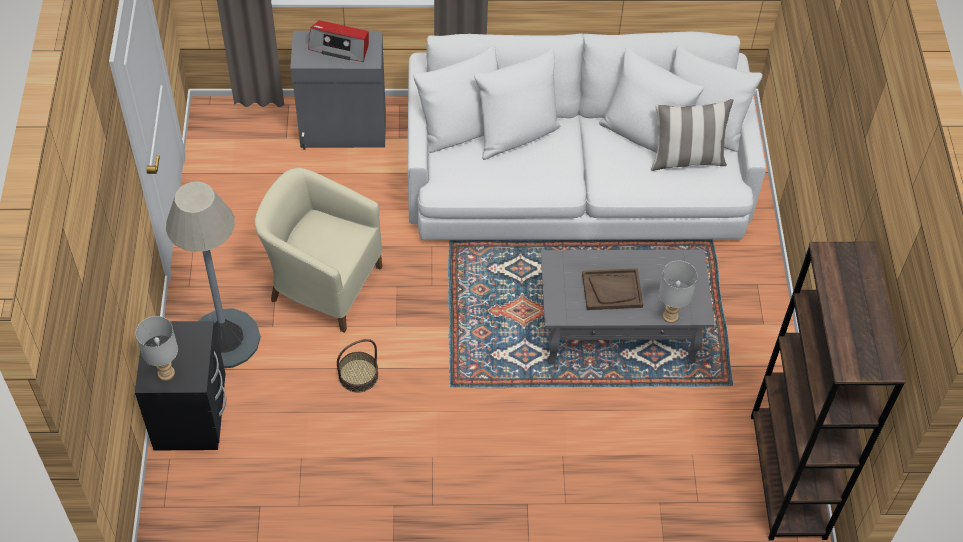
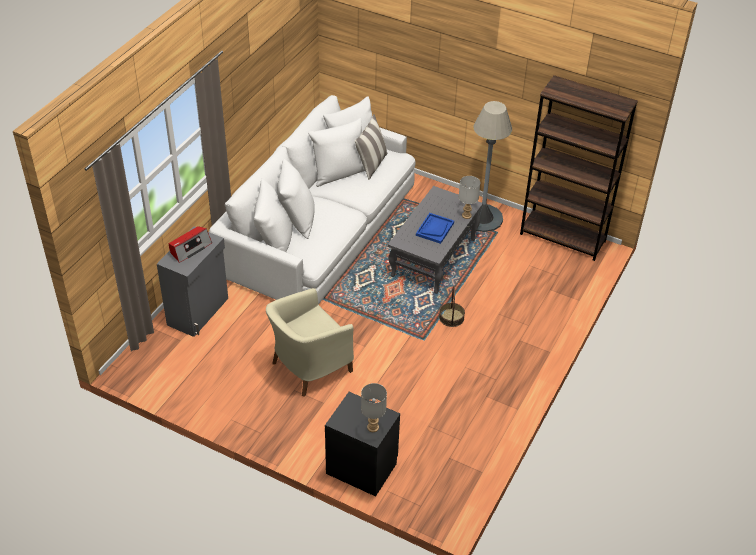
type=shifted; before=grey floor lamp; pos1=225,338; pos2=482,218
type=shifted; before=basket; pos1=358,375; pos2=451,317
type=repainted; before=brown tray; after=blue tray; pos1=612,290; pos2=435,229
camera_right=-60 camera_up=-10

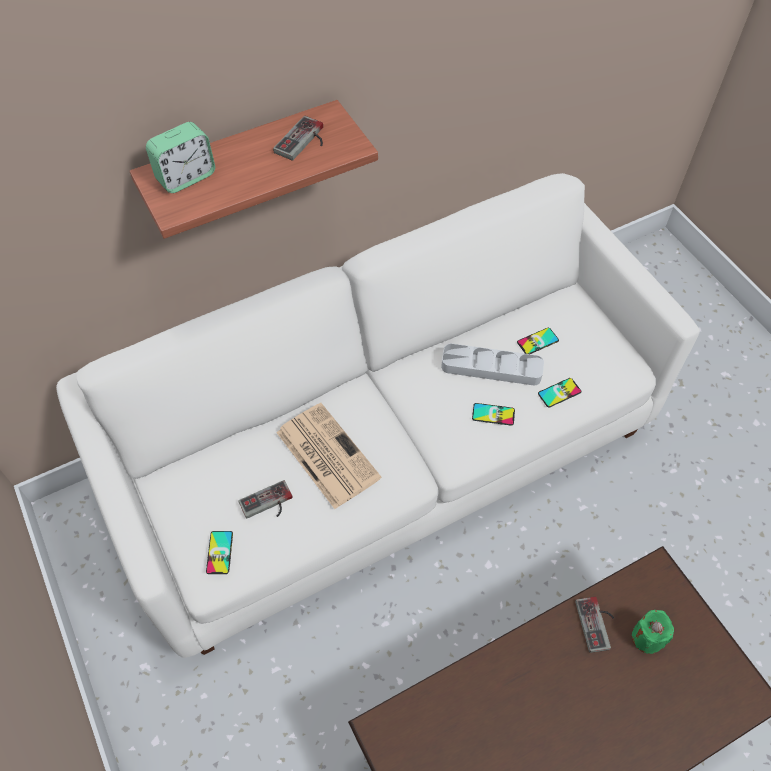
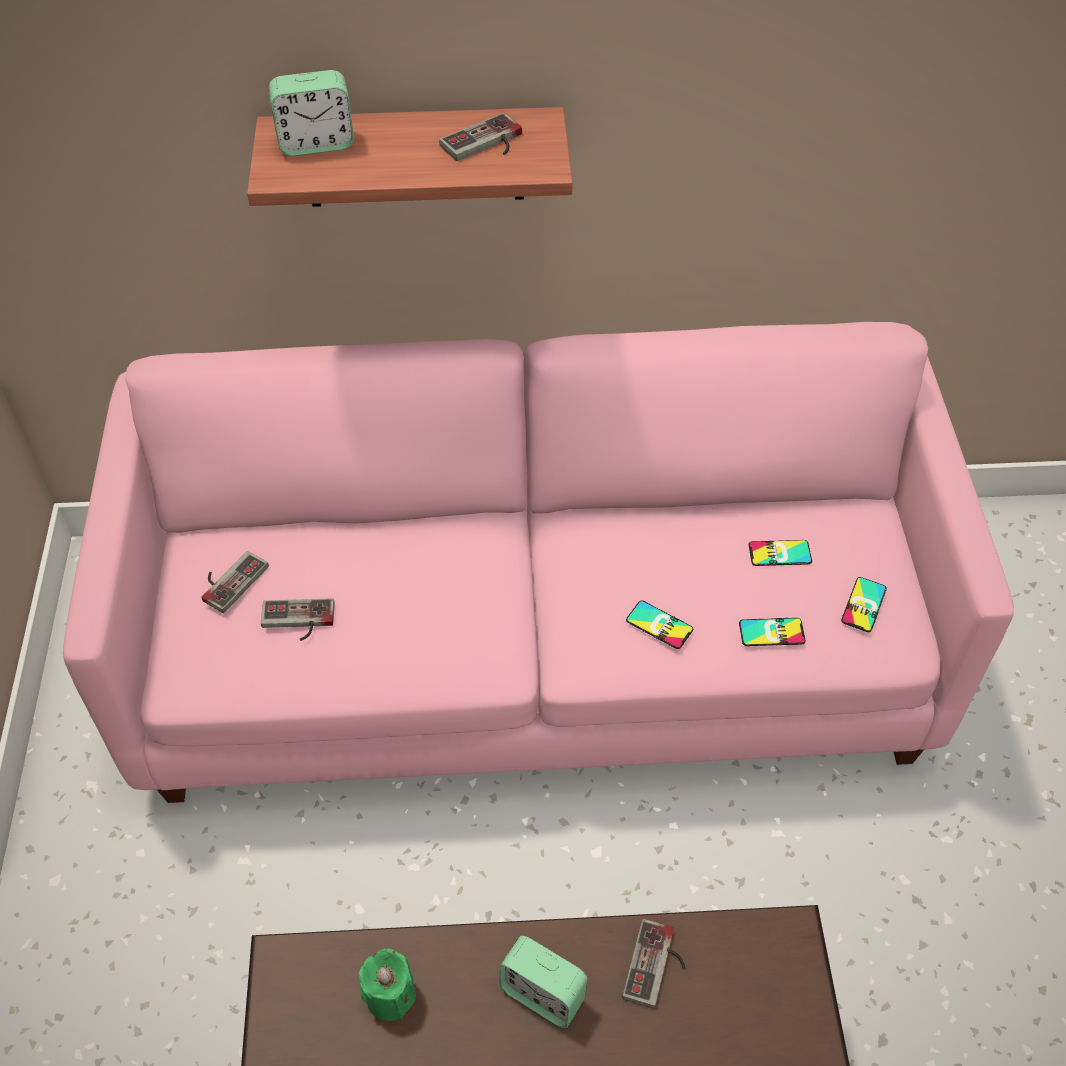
type=repainted; before=white sofa; after=pink sofa; pos1=385,455; pos2=534,650
type=shifted; before=phone; pos1=219,552; pos2=863,605
type=gone; before=newspaper; pos1=326,454
type=gone; before=grey tray; pos1=491,368
type=shifted; before=green candle; pos1=647,637; pos2=390,995
type=new; after=game controller; pos2=229,579
type=new; after=alarm clock; pos2=543,994
camera_right=25 camera_up=-5

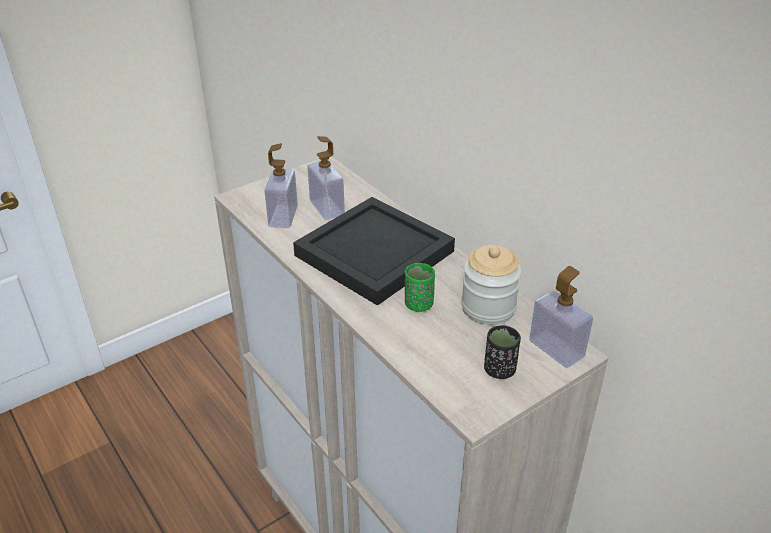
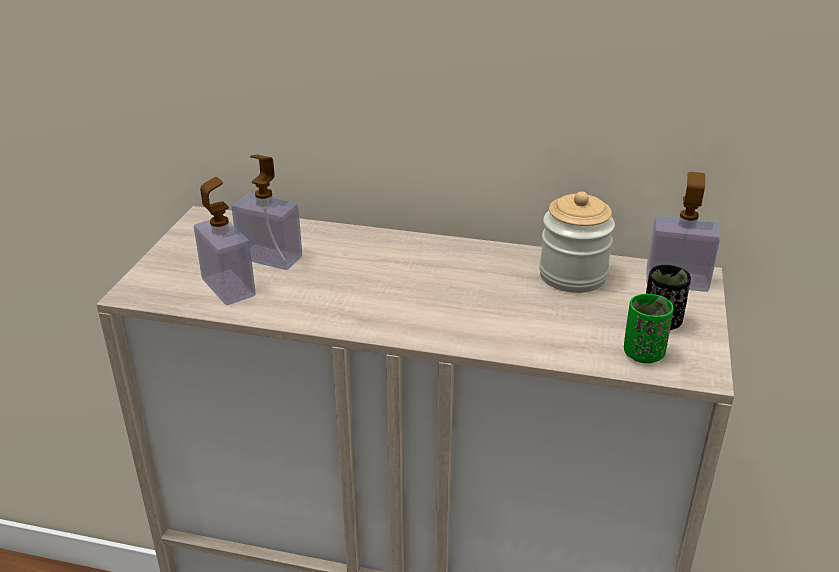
type=gone; before=black tray; pos1=374,255
type=shifted; before=green cup; pos1=418,304; pos2=643,354
camera_right=-40 camera_up=-5

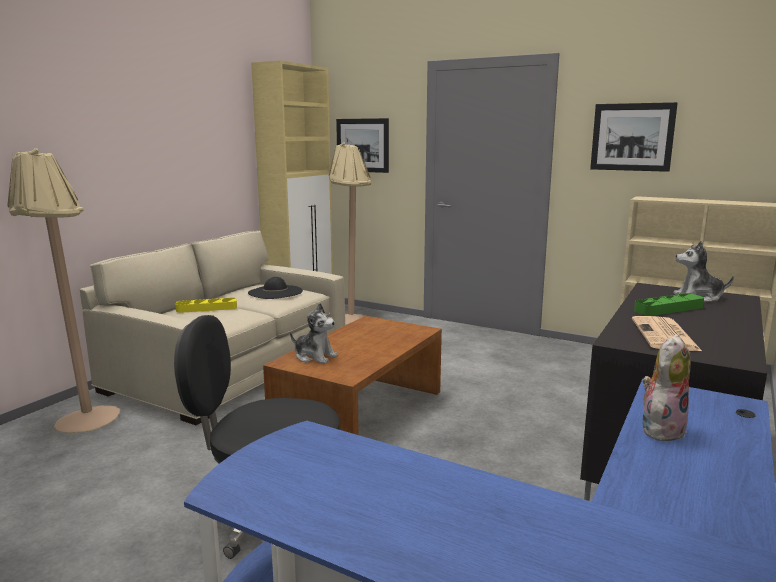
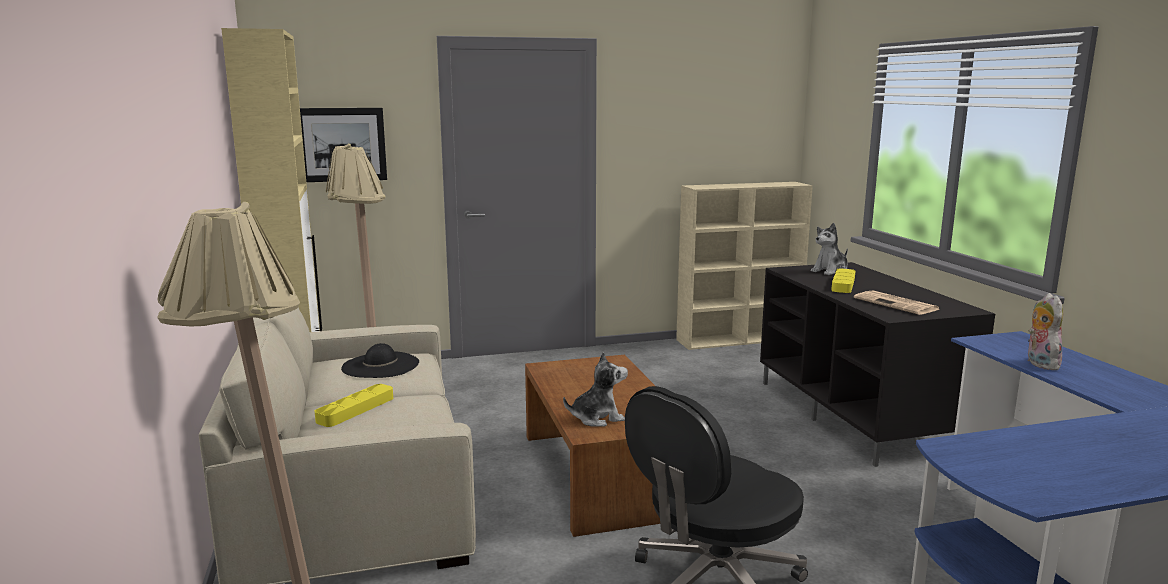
type=gone; before=picture; pos1=632,137
type=repainted; before=green tray; after=yellow tray; pos1=668,309; pos2=843,284
camera_right=-45 camera_up=0

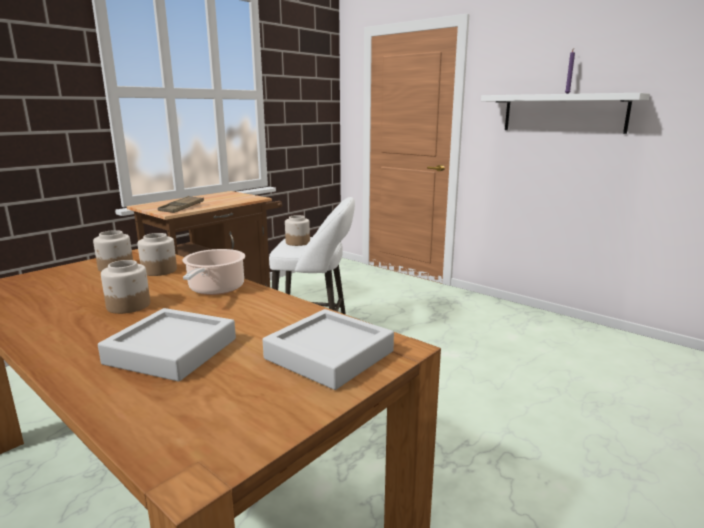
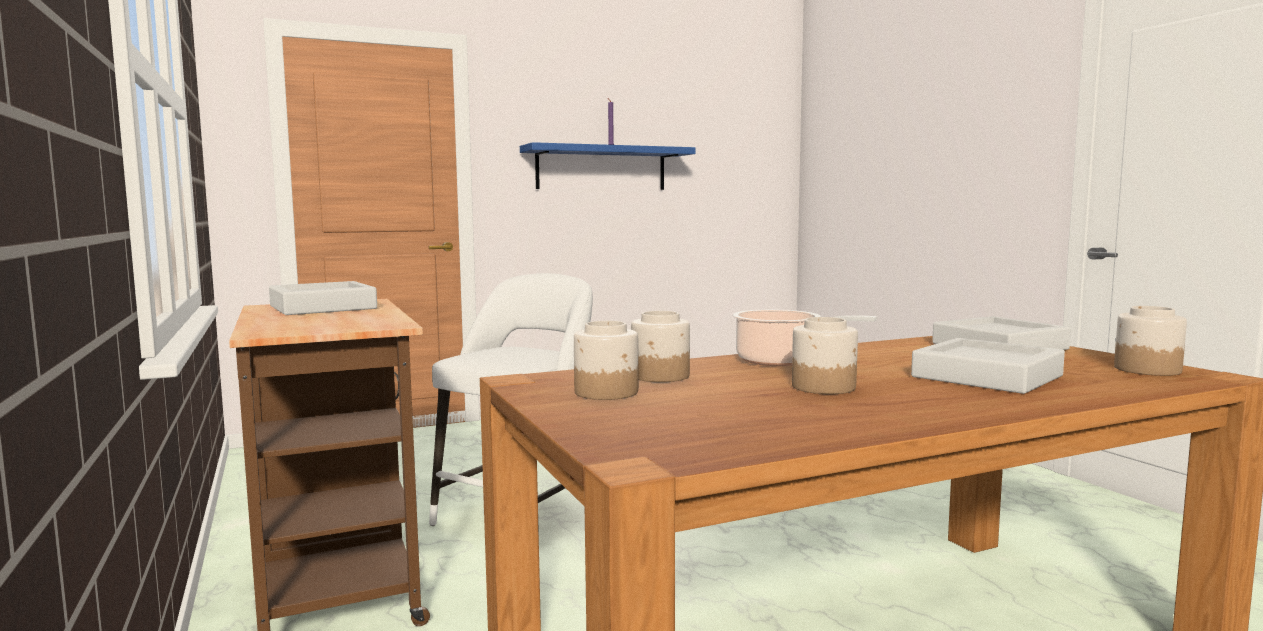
type=gone; before=brown tray; pos1=182,208
type=shifted; before=jar; pos1=298,242; pos2=1146,369
type=repainted; before=white shelf; after=blue shelf; pos1=563,113; pos2=601,168
type=new; after=grey tray; pos2=323,307
camera_right=-65 camera_up=-10

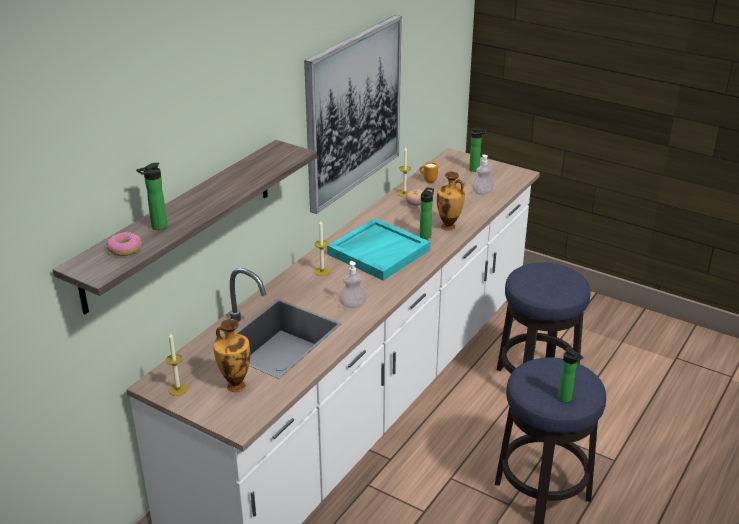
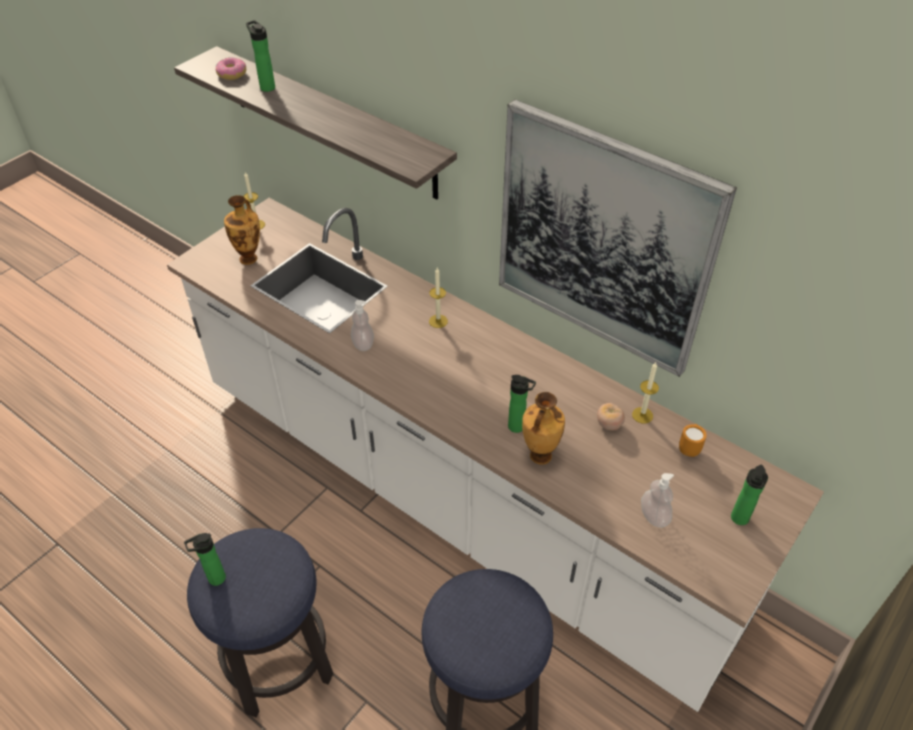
type=gone; before=turquoise tray; pos1=378,251
camera_right=95 camera_up=15

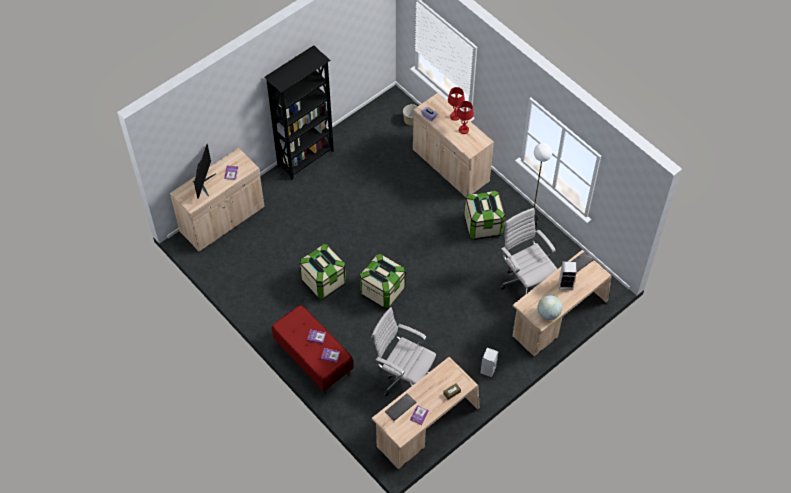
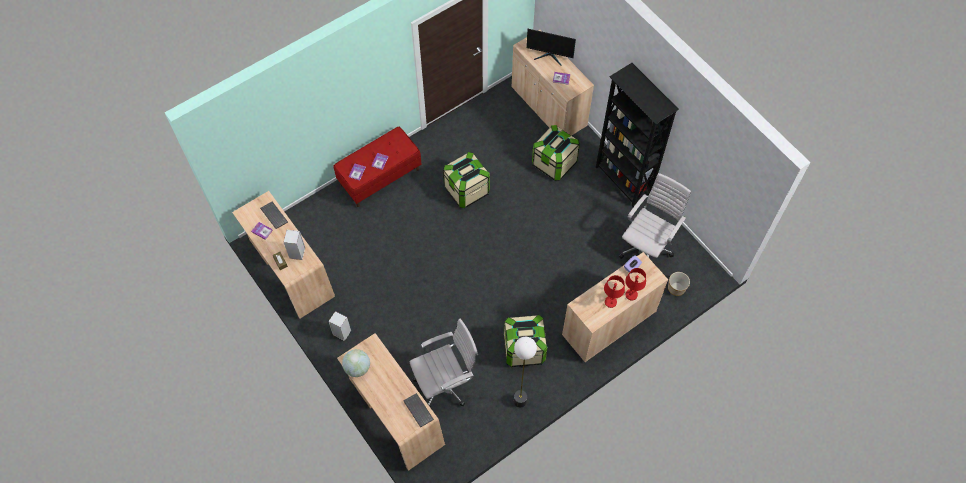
type=shifted; before=storage box; pos1=382,291; pos2=554,163
type=shifted; before=white office chair; pos1=403,377; pos2=647,247
type=shifted; before=speaker; pos1=566,283; pos2=297,253
camera_right=95 camera_up=5

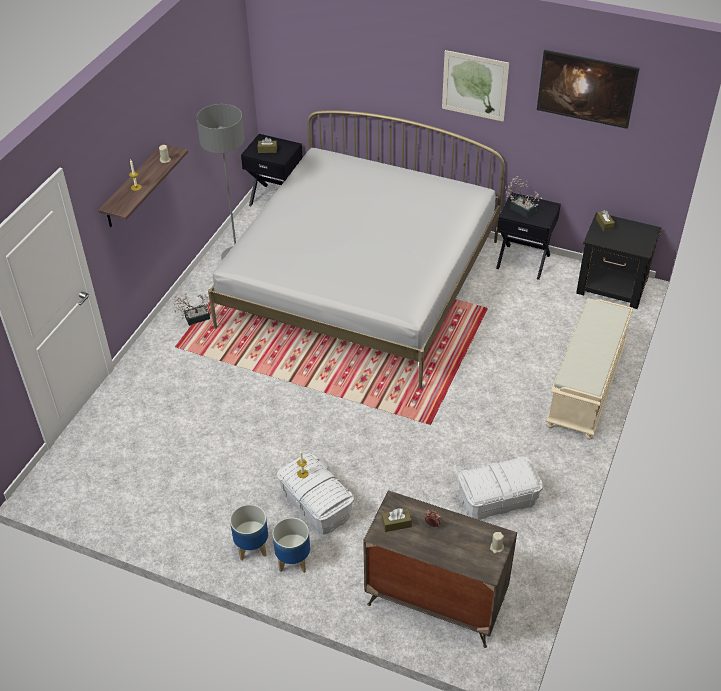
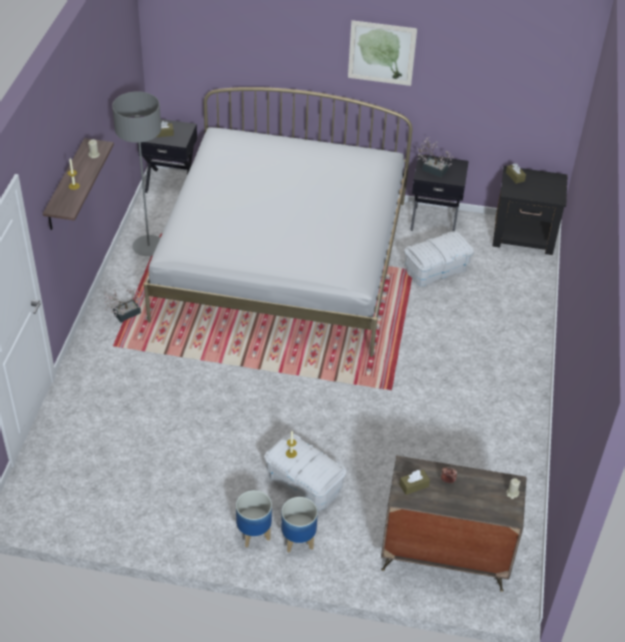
type=shifted; before=white storage box; pos1=497,500; pos2=436,270
type=gone; before=picture; pos1=584,103
type=gone; before=beige bench; pos1=586,387
camera_right=-15 camera_up=0

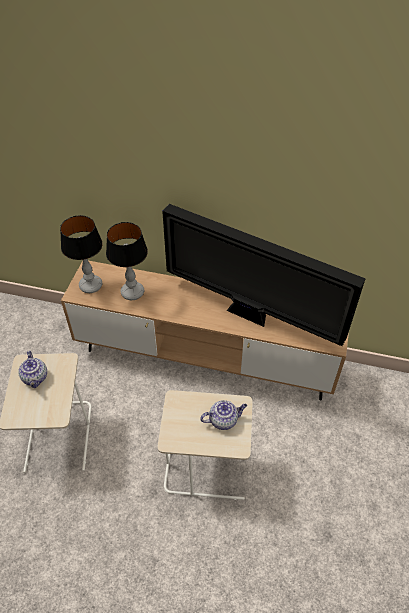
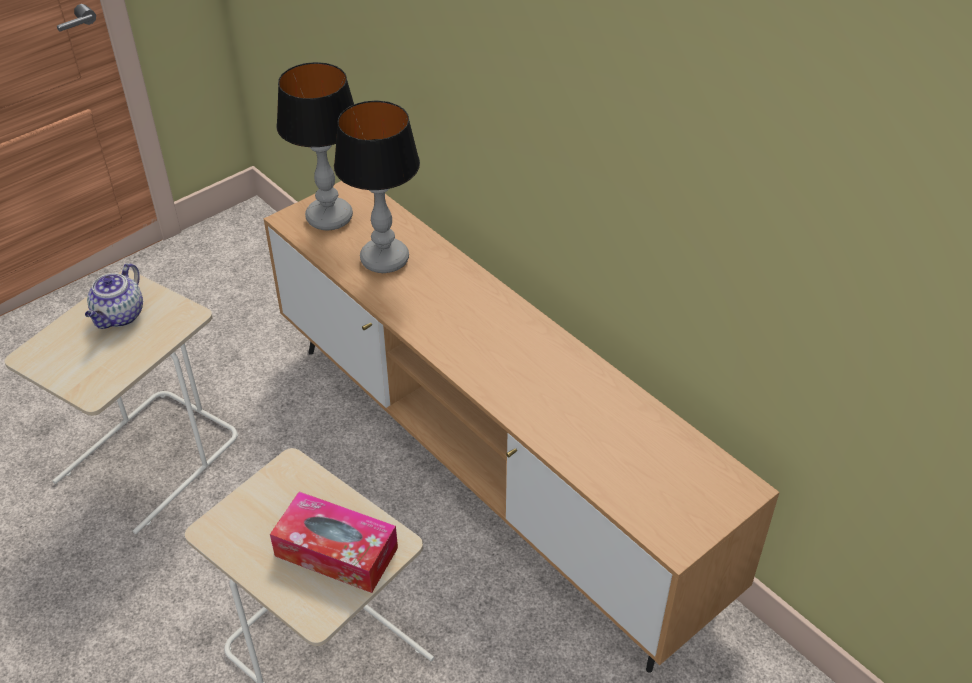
type=gone; before=television; pos1=250,316
type=swapped; before=teapot; after=tissue box; pos1=223,420; pos2=336,552
camera_right=35 camera_up=-5

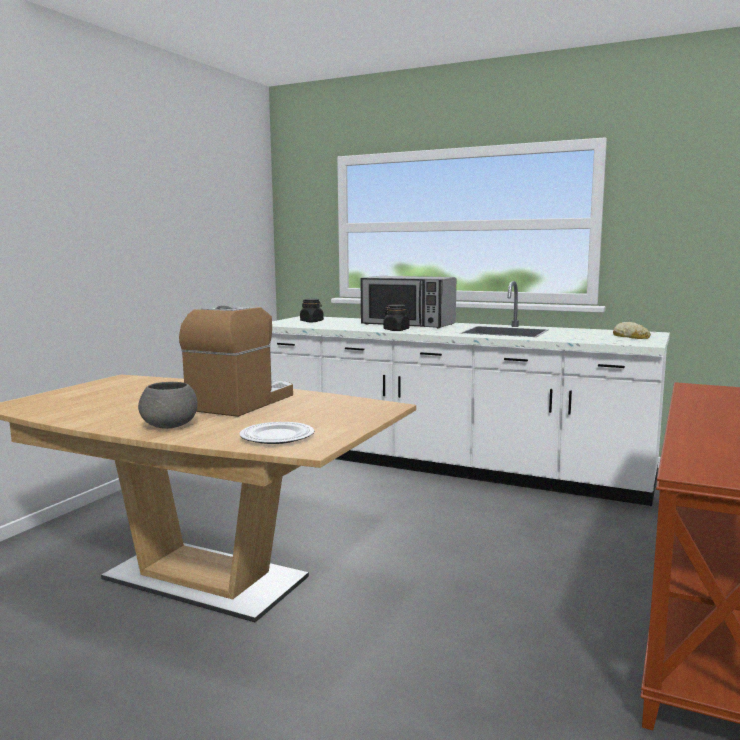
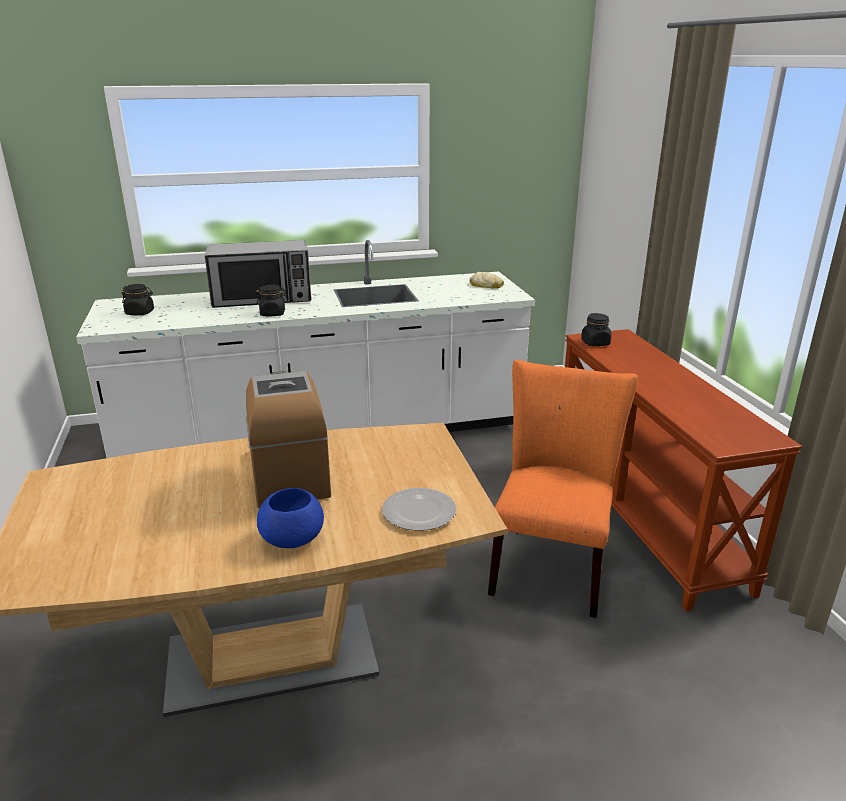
type=repainted; before=grey bowl; after=blue bowl; pos1=170,426; pos2=293,539
type=new; after=orange chair; pos2=551,563
type=new; after=black jar; pos2=595,343
camera_right=-40 camera_up=15

